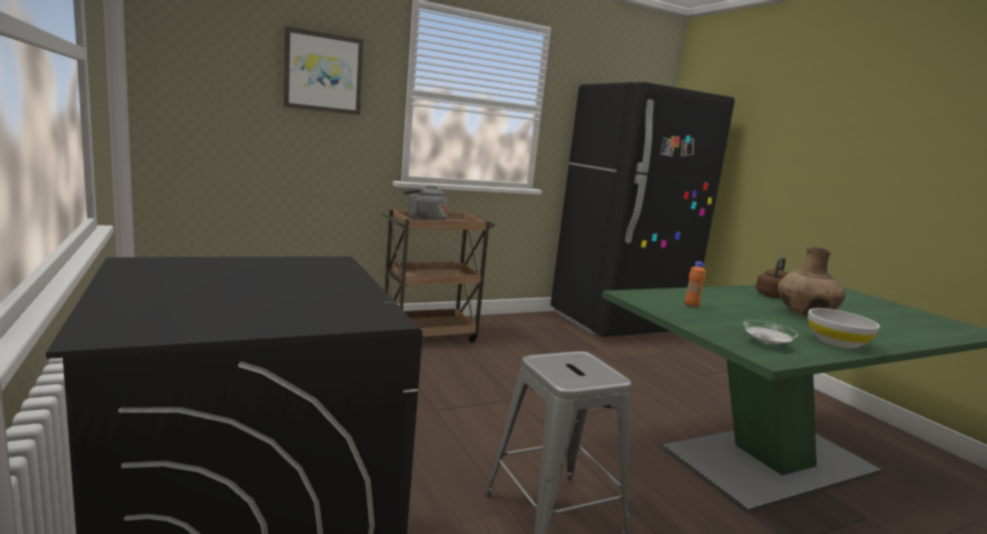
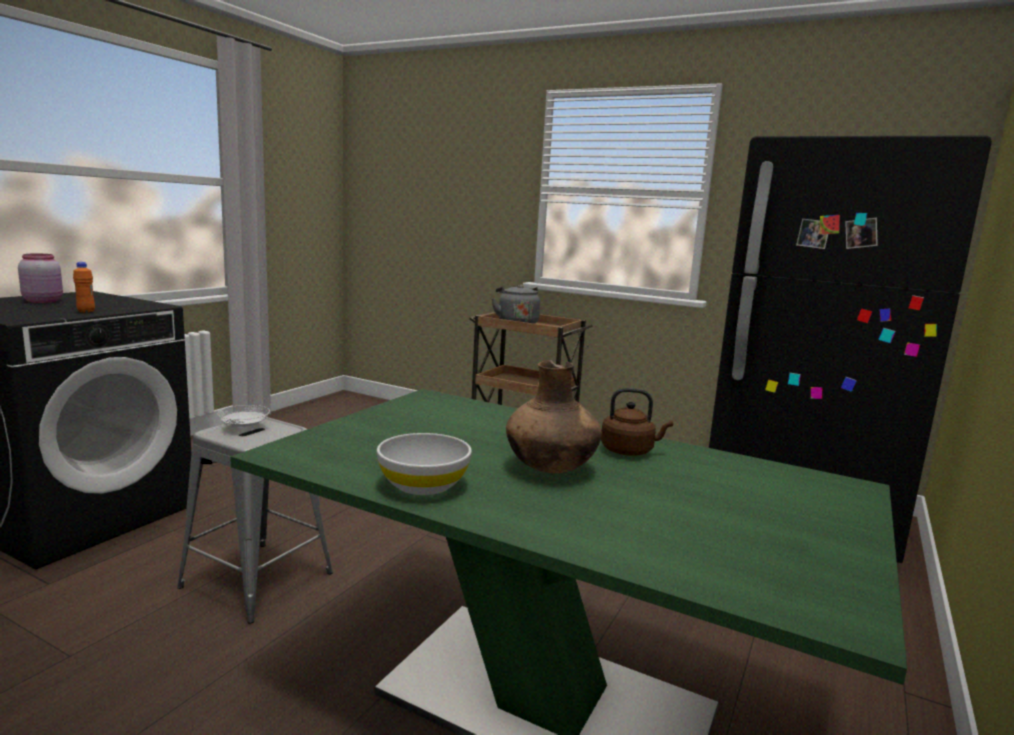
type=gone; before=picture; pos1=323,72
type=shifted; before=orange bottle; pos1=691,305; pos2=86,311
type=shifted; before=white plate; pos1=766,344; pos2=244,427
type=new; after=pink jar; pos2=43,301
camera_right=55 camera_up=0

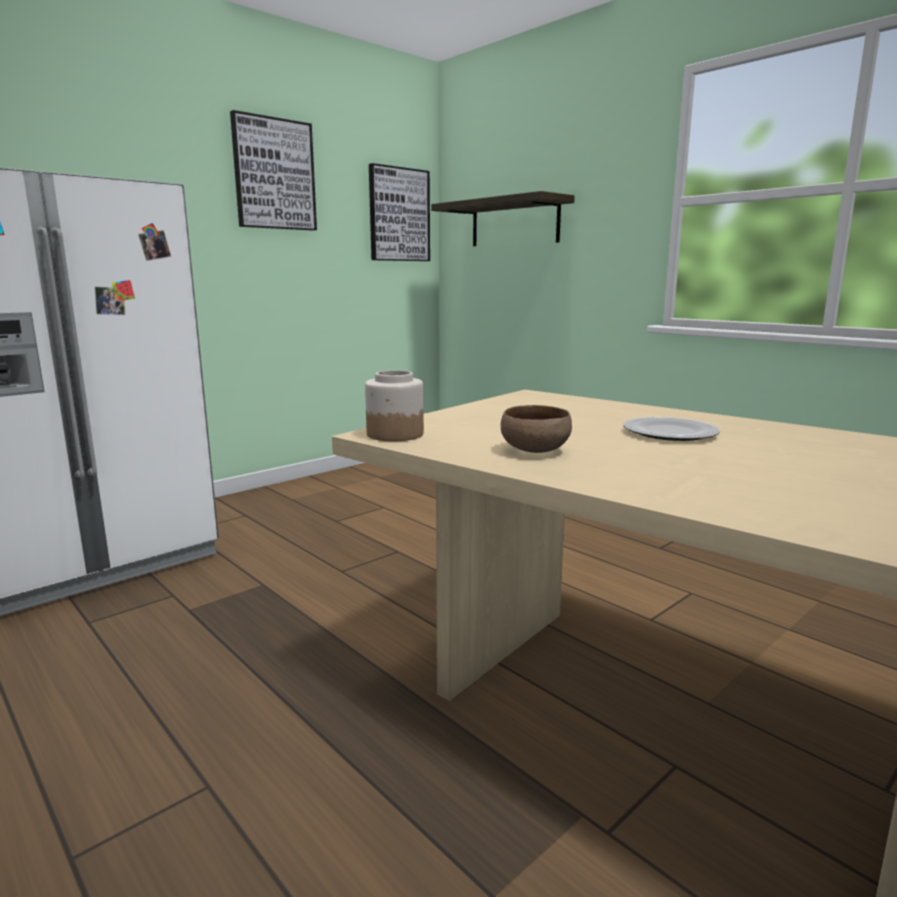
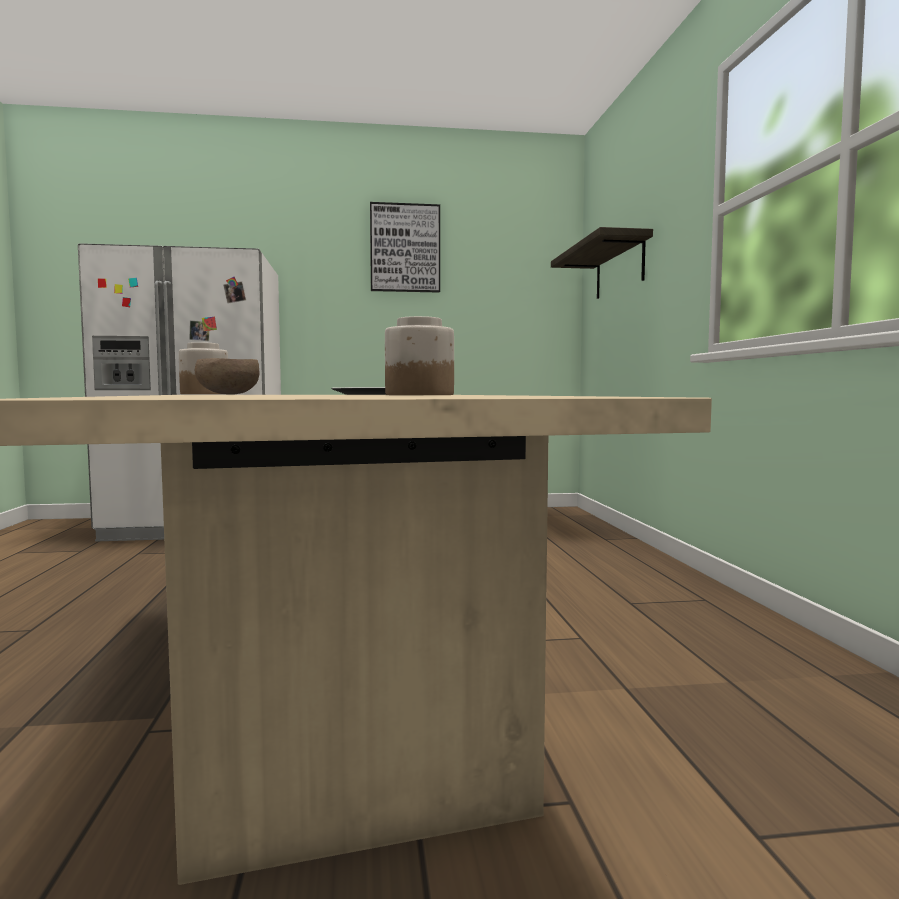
type=gone; before=picture; pos1=399,215
type=new; after=jar; pos2=419,395
camera_right=35 camera_up=-10

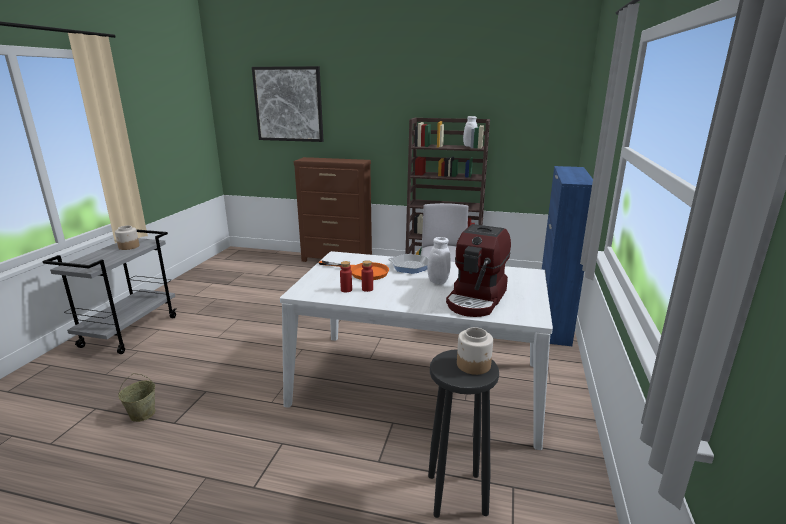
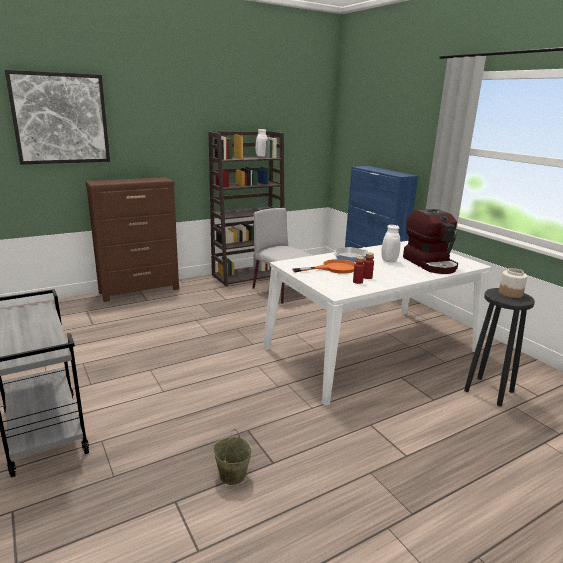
type=gone; before=jar; pos1=129,247
camera_right=-45 camera_up=0

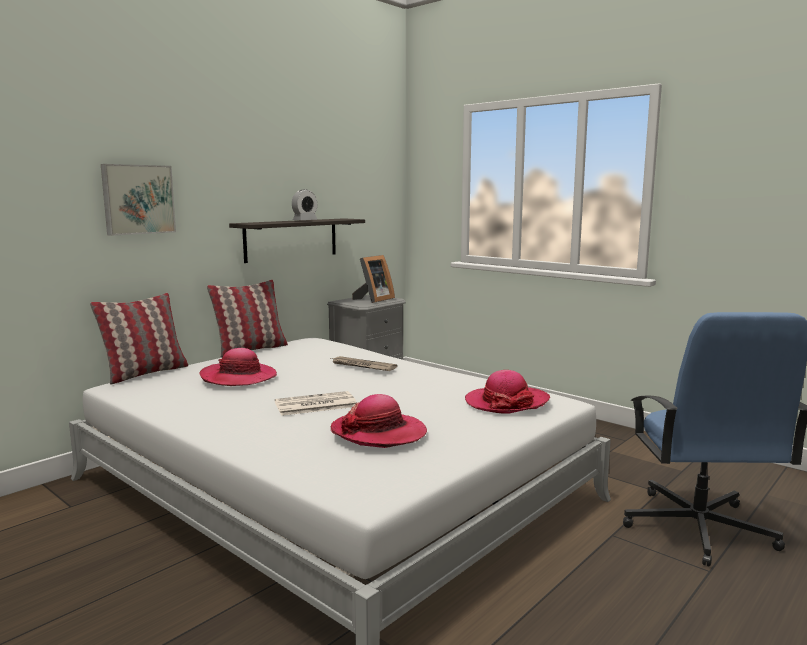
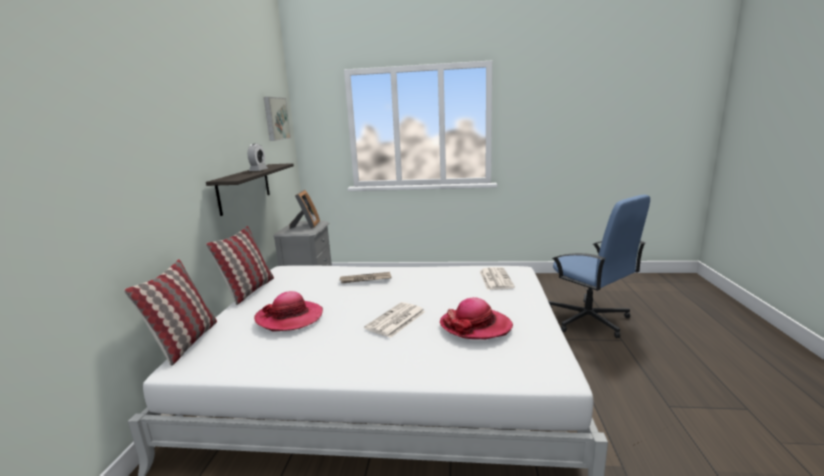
type=shifted; before=picture; pos1=138,199; pos2=275,118
type=swapped; before=hat; after=newspaper; pos1=506,402; pos2=495,279
camera_right=-35 camera_up=5

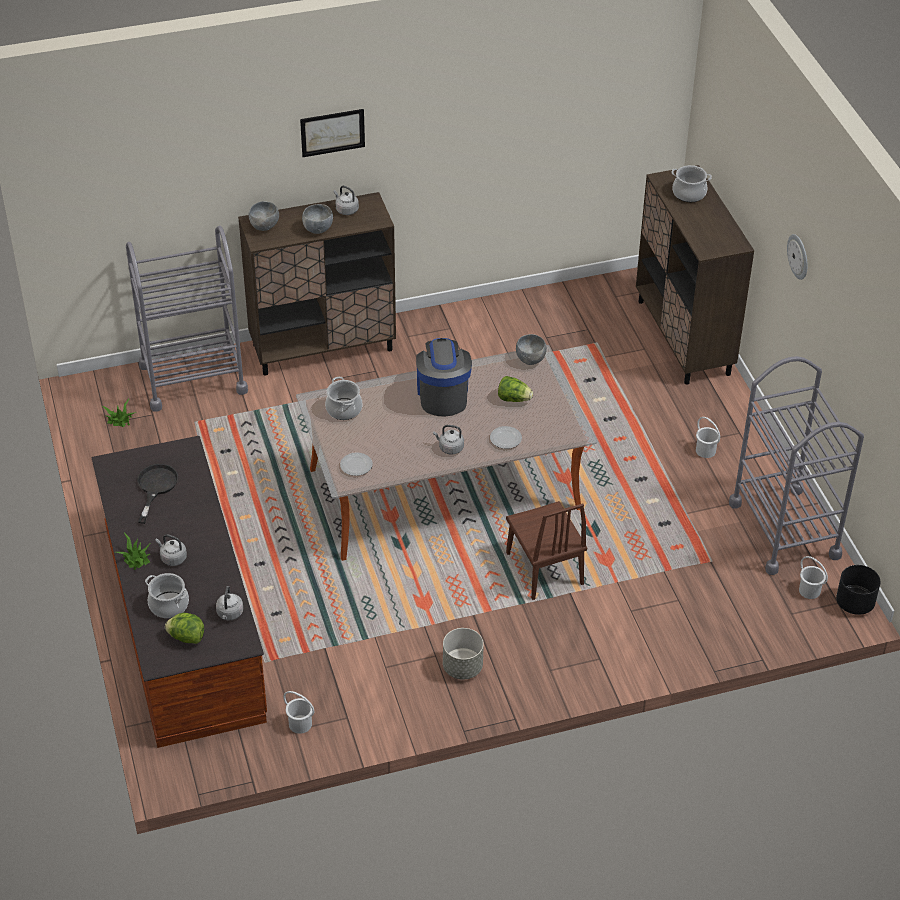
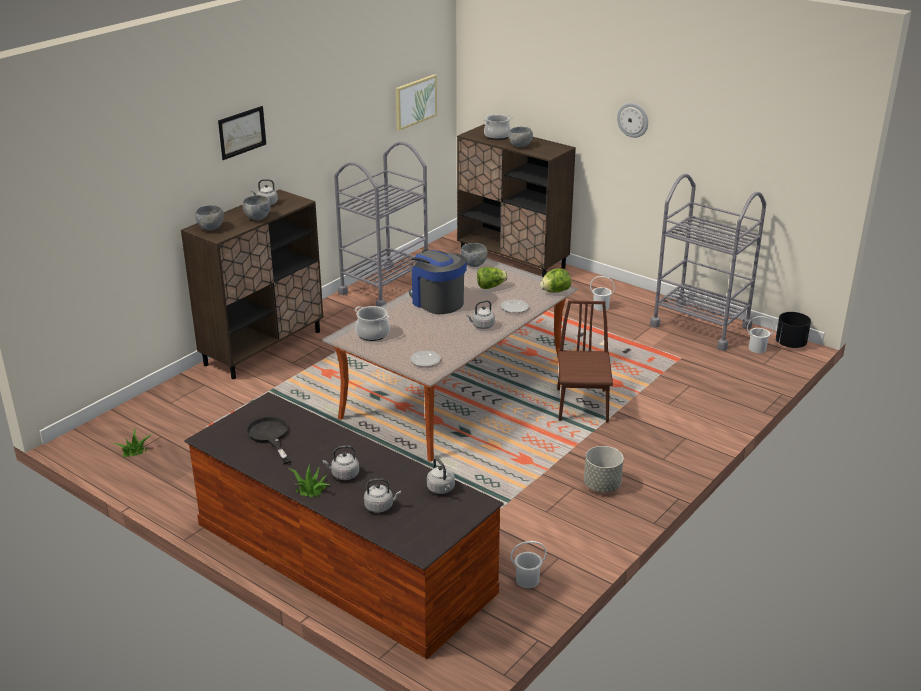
type=shifted; before=grey cart; pos1=193,378; pos2=385,287
type=swapped; before=cooking pot; after=grey kettle; pos1=169,605; pos2=380,506
type=shifted; before=lettuce; pos1=186,637; pos2=555,291
type=rotated; before=brown chair; pos1=544,568; pos2=582,405; turn=-120
type=new; after=picture; pos2=415,101
type=new; after=grey bowl; pos2=520,146
camera_right=-35 camera_up=-15

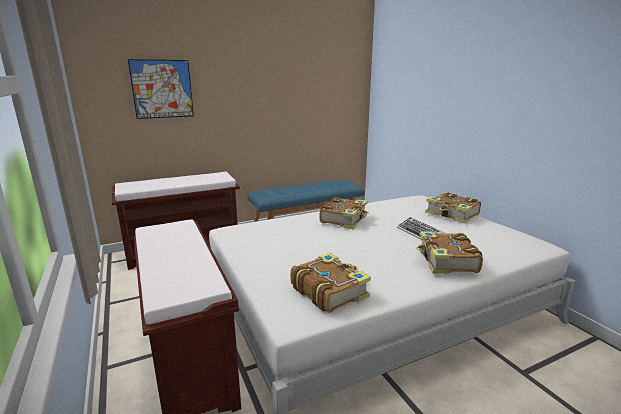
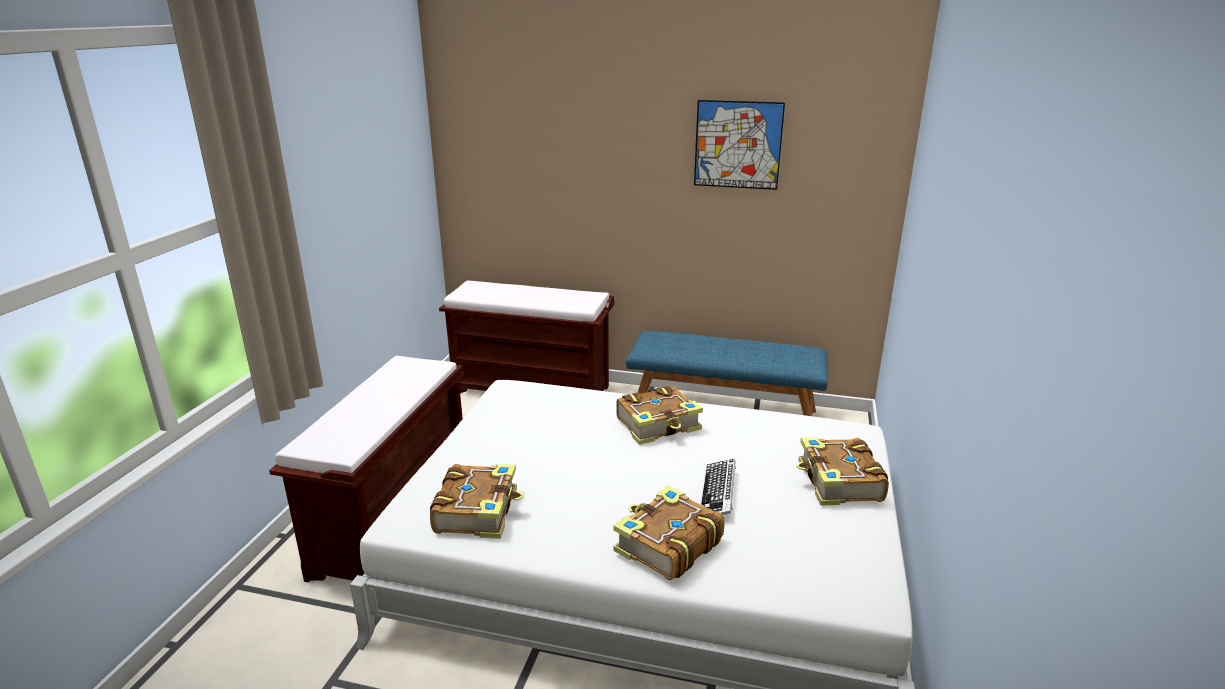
type=shifted; before=picture; pos1=162,89; pos2=738,145
camera_right=40 camera_up=5

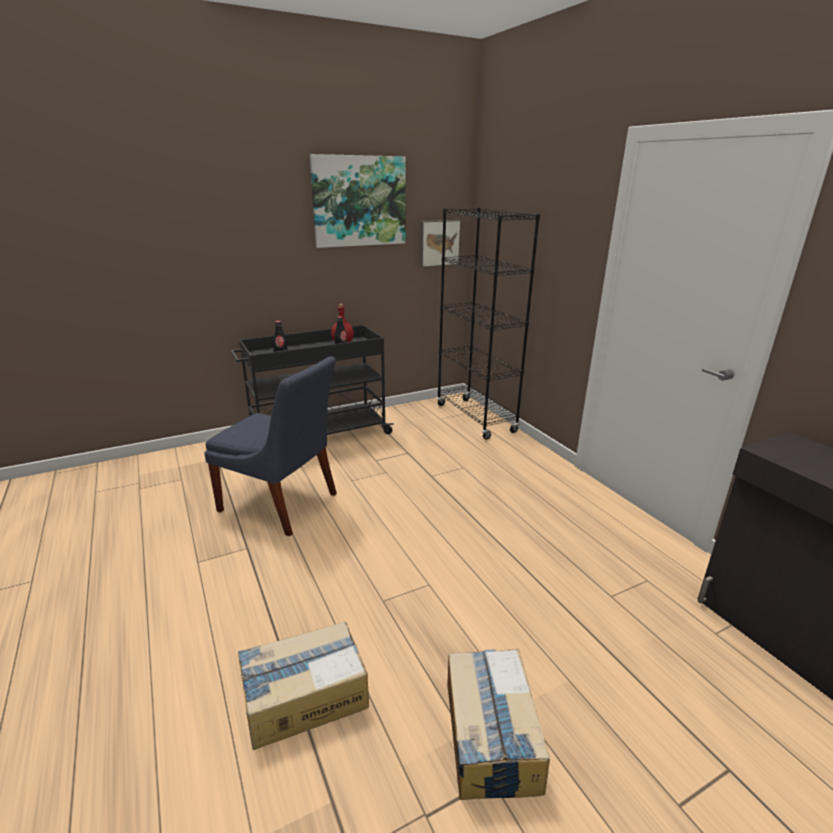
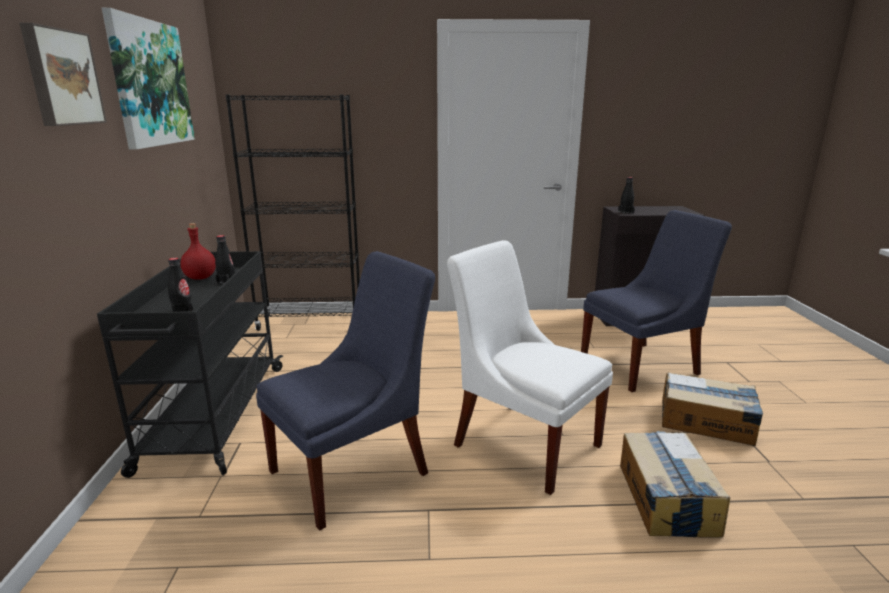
type=shifted; before=picture; pos1=439,243; pos2=61,77
type=new; after=white chair; pos2=522,441
type=new; after=blue chair; pos2=643,365
type=new; after=black bottle; pos2=625,212
camera_right=-65 camera_up=-5

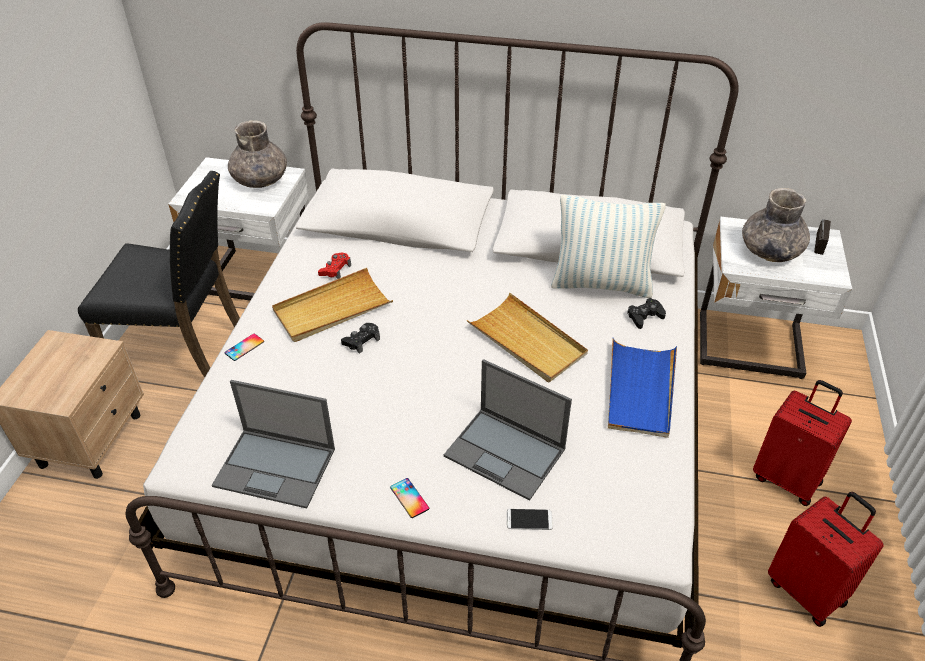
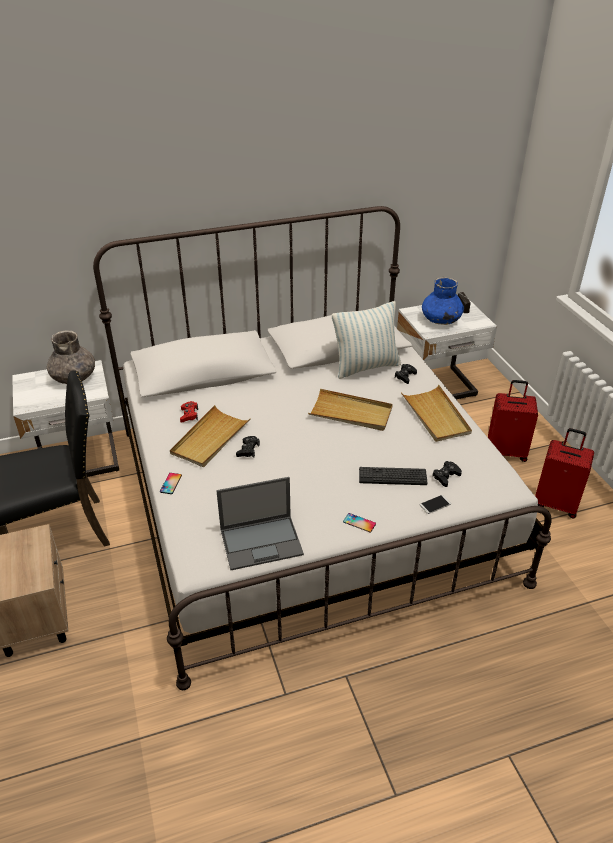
type=swapped; before=laptop; after=keyboard; pos1=506,453; pos2=392,476
type=repainted; before=blue tray; after=beige tray; pos1=640,390; pos2=435,416
type=repainted; before=grey vase; after=blue vase; pos1=769,251; pos2=440,319
type=new; after=black game controller; pos2=446,476
camera_right=-30 camera_up=-5

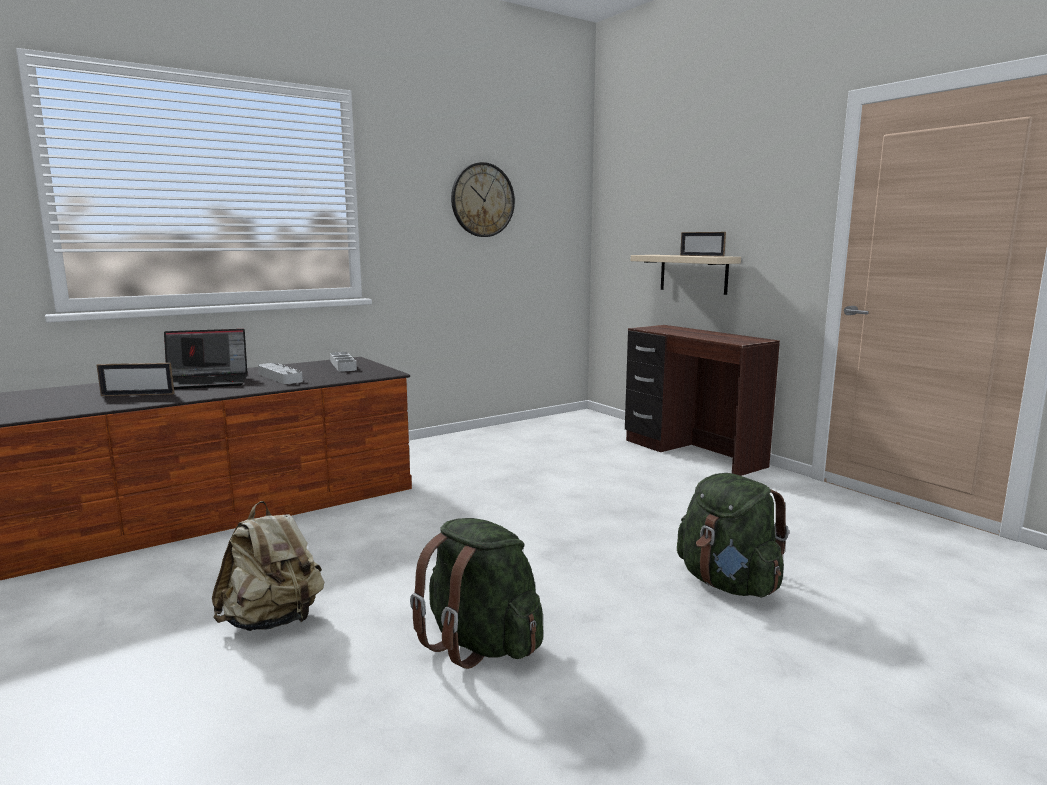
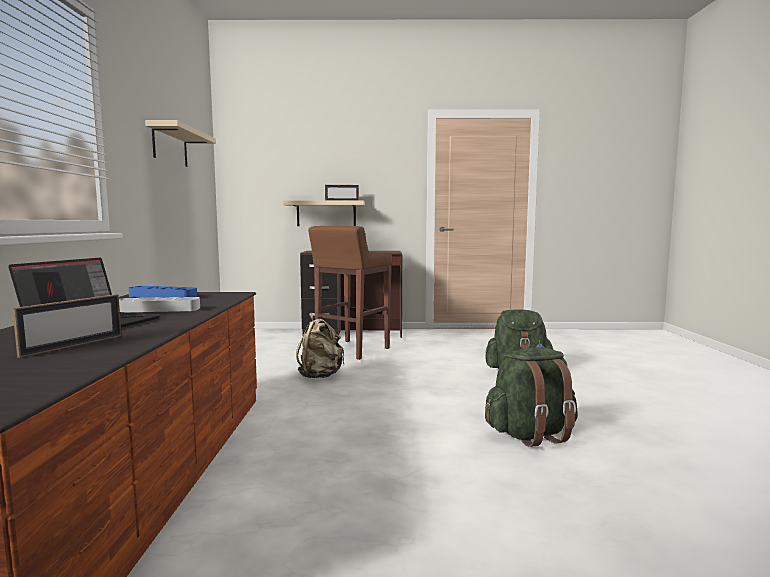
type=shifted; before=beige backpack; pos1=273,621; pos2=320,376
type=repainted; before=grey tray; after=blue tray; pos1=343,365; pos2=163,296
type=swapped; before=wall clock; after=beige shelf; pos1=482,200; pos2=170,146
type=new; after=brown stool; pos2=351,350
camera_right=-55 camera_up=-5

